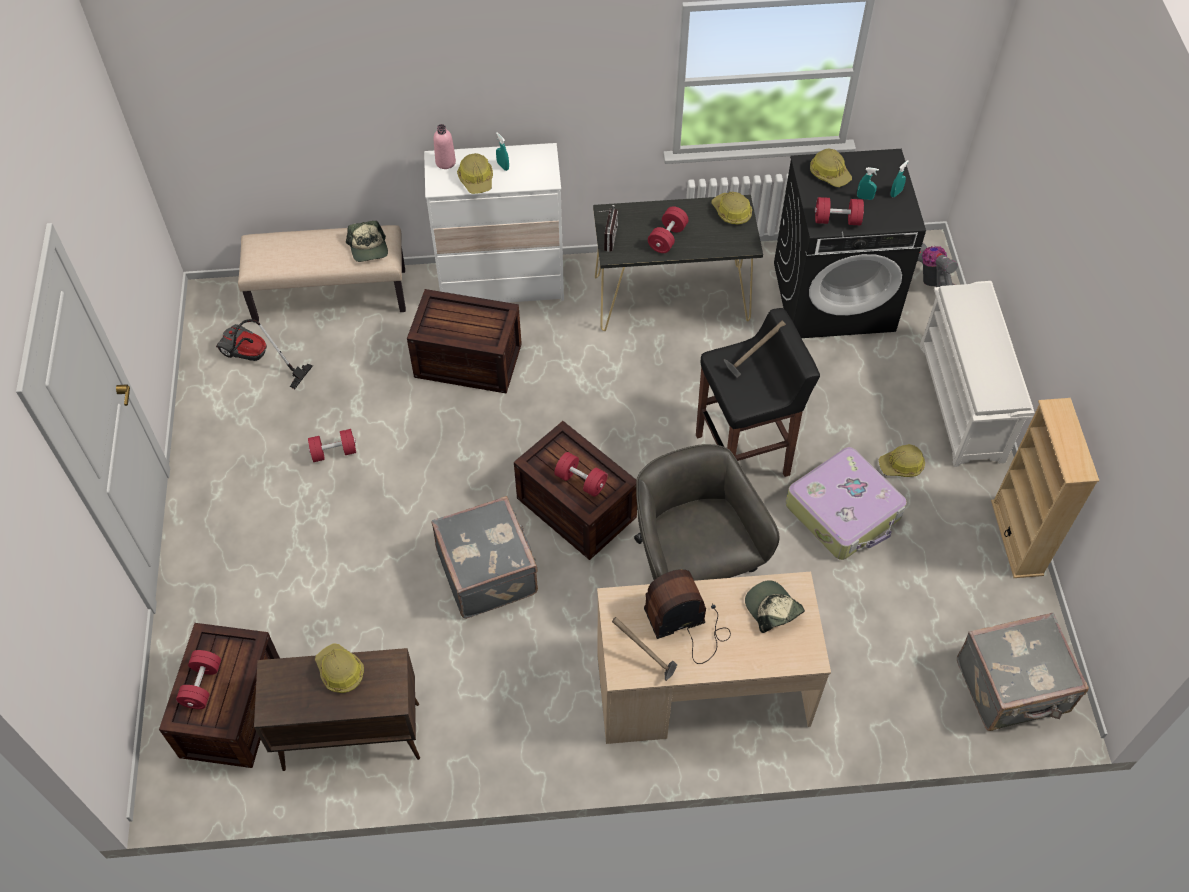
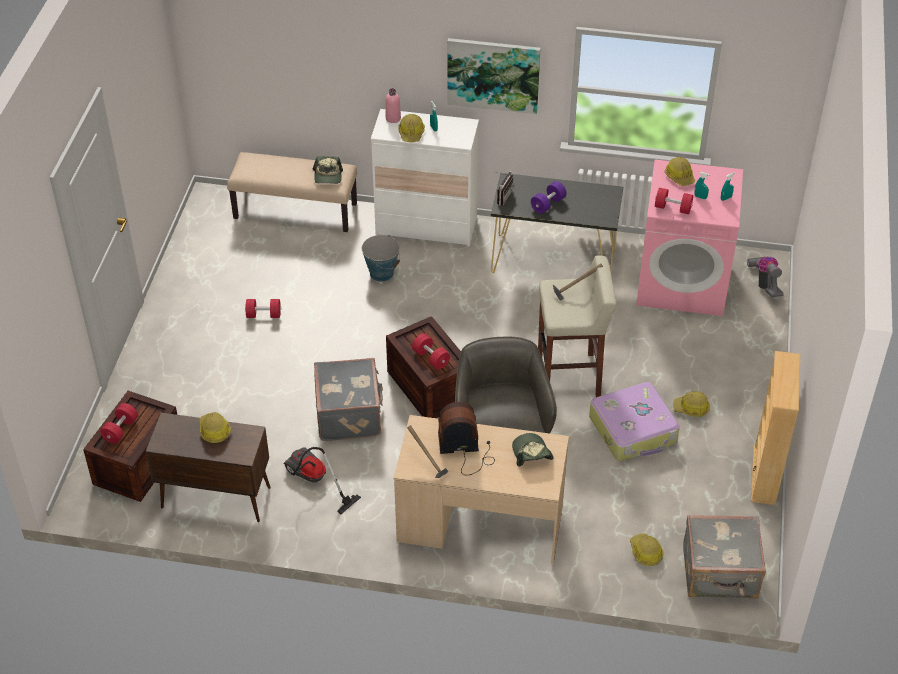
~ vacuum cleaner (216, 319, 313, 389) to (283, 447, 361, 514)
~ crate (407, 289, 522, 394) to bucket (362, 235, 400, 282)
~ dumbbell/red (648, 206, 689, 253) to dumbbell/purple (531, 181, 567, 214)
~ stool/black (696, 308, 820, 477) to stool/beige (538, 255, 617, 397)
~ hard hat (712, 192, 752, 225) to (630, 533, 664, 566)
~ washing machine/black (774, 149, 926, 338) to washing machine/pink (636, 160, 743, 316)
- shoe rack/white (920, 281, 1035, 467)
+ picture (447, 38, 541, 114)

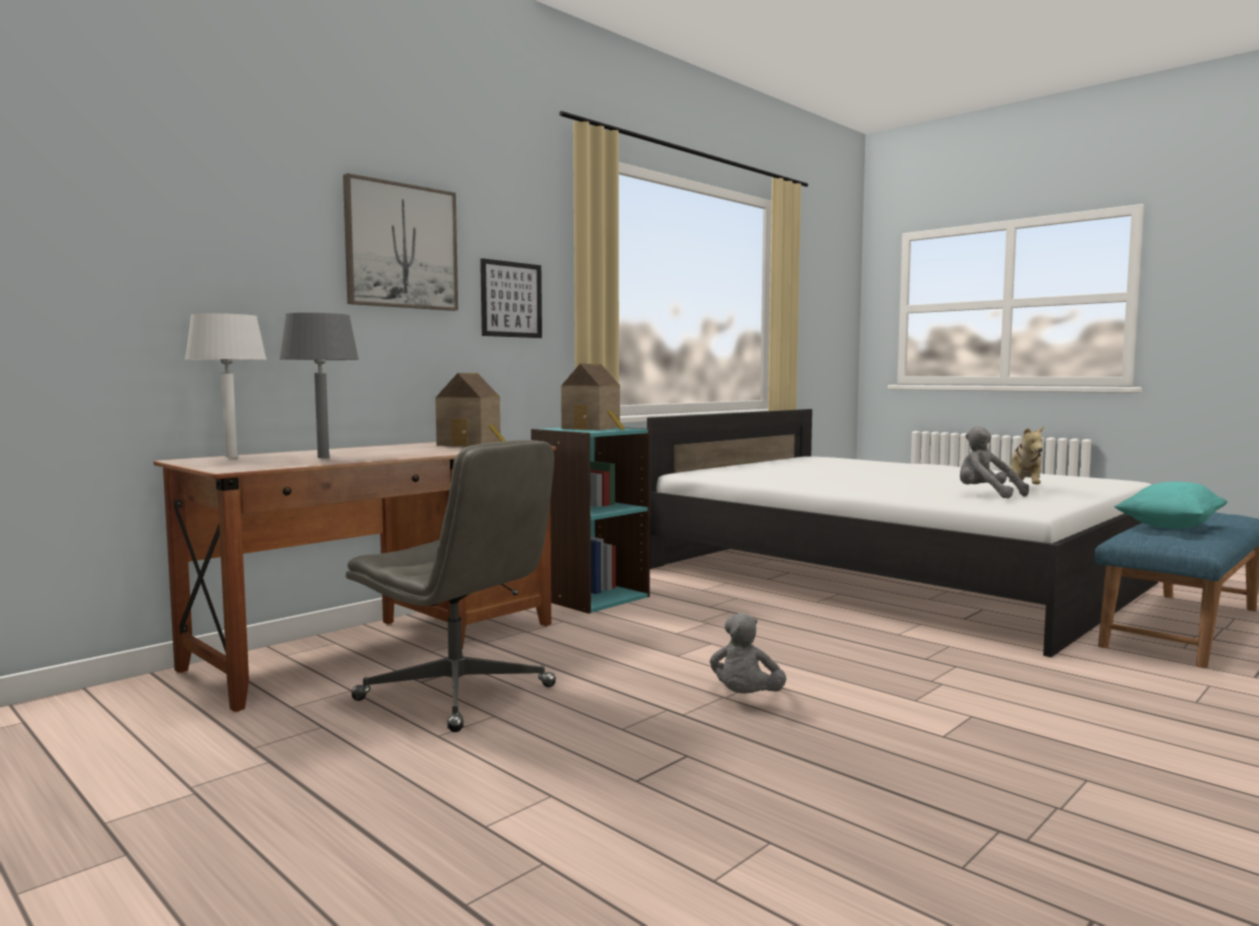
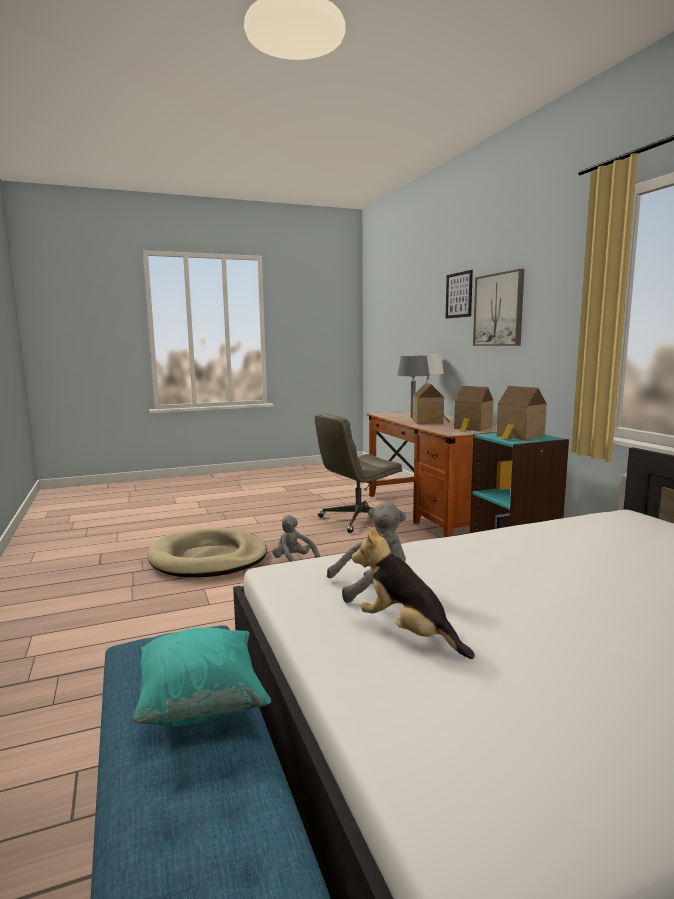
~ picture (480, 258, 542, 338) to (446, 270, 473, 319)
+ dog bed/beige (147, 528, 267, 577)
+ toy house (413, 383, 450, 424)

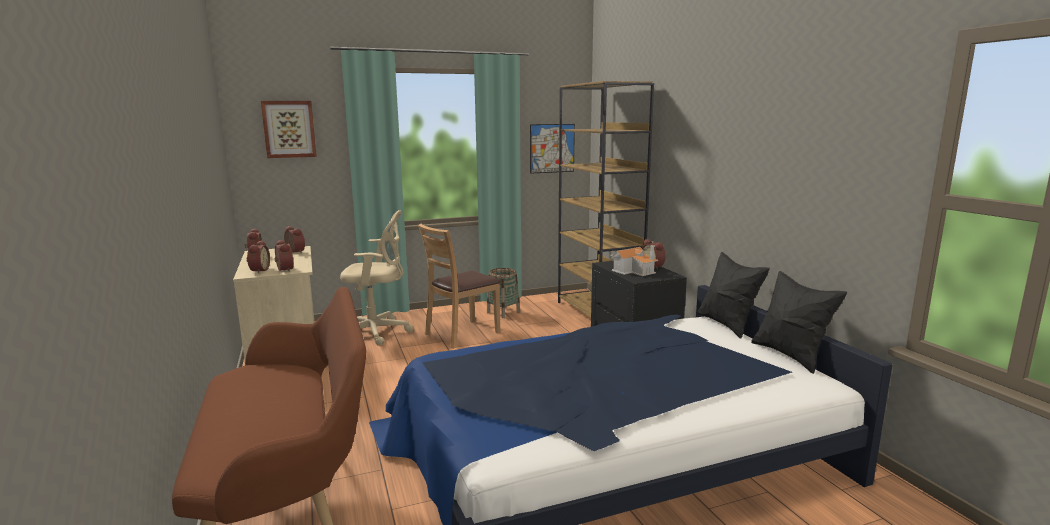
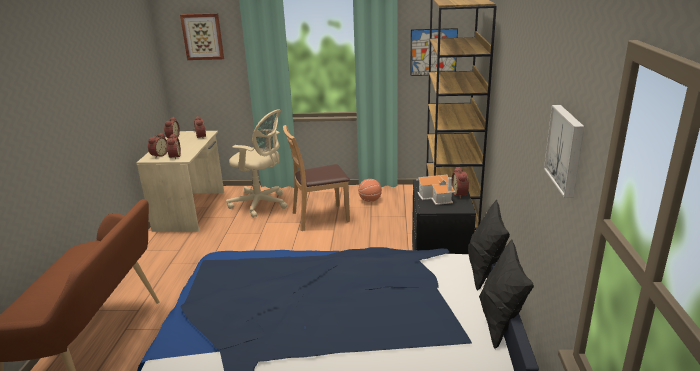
~ basket (487, 268, 520, 318) to basketball (358, 179, 382, 202)
+ picture (544, 105, 584, 198)

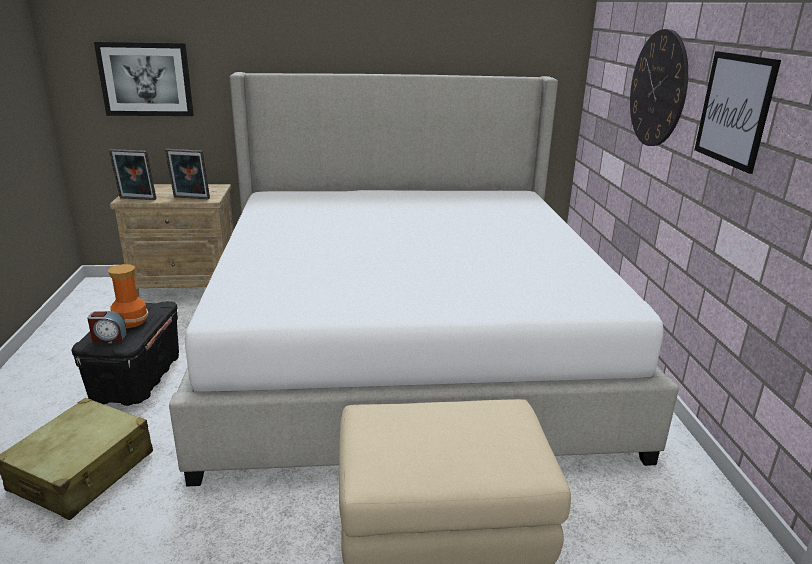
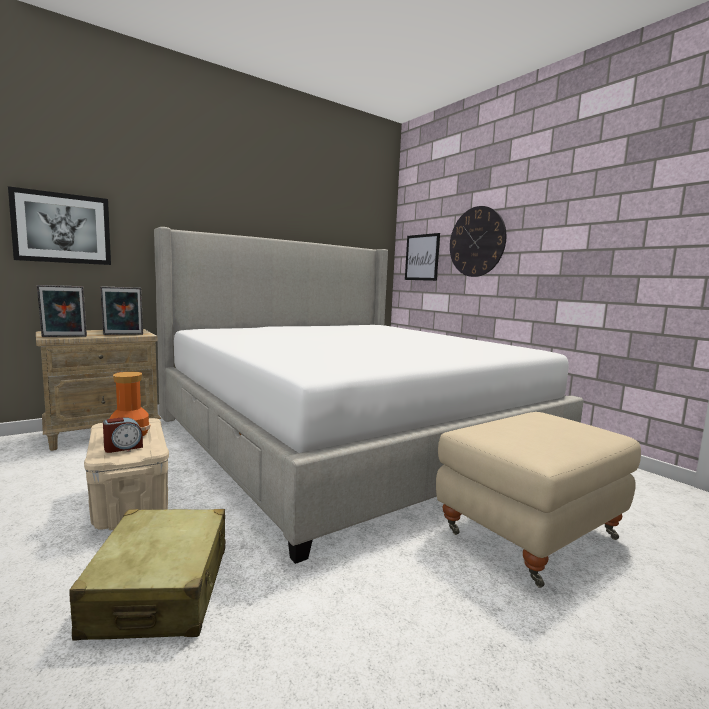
~ storage box/black (71, 301, 179, 406) to storage box/beige (84, 418, 169, 530)
~ picture (694, 51, 781, 174) to (405, 233, 440, 281)

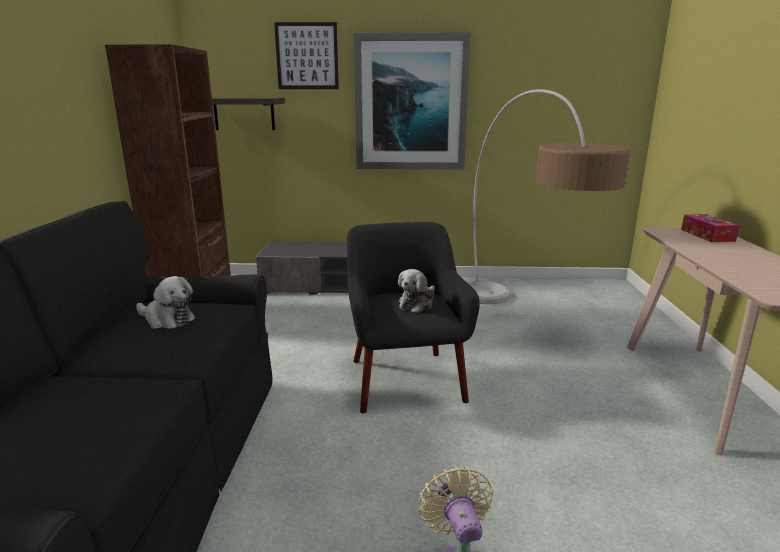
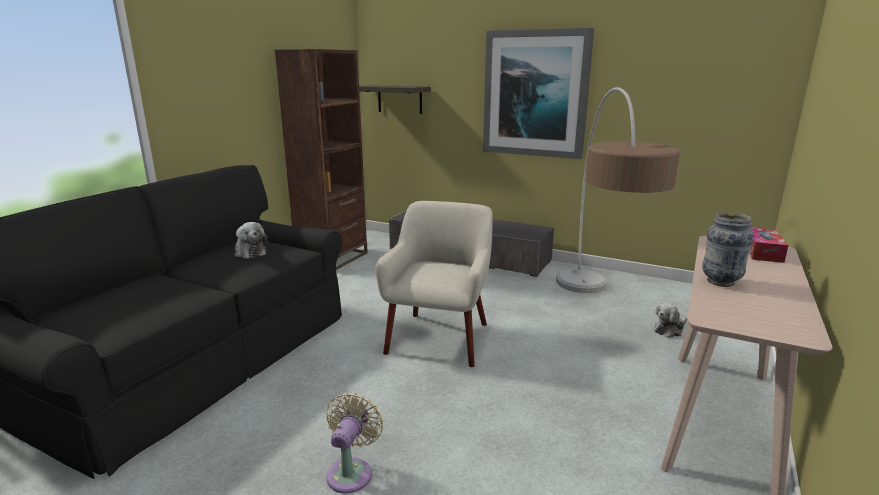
- picture (274, 22, 339, 89)
~ armchair/black (347, 222, 480, 414) to armchair/beige (376, 201, 493, 367)
~ plush toy (398, 269, 435, 313) to (654, 303, 687, 338)
+ vase (702, 212, 754, 287)

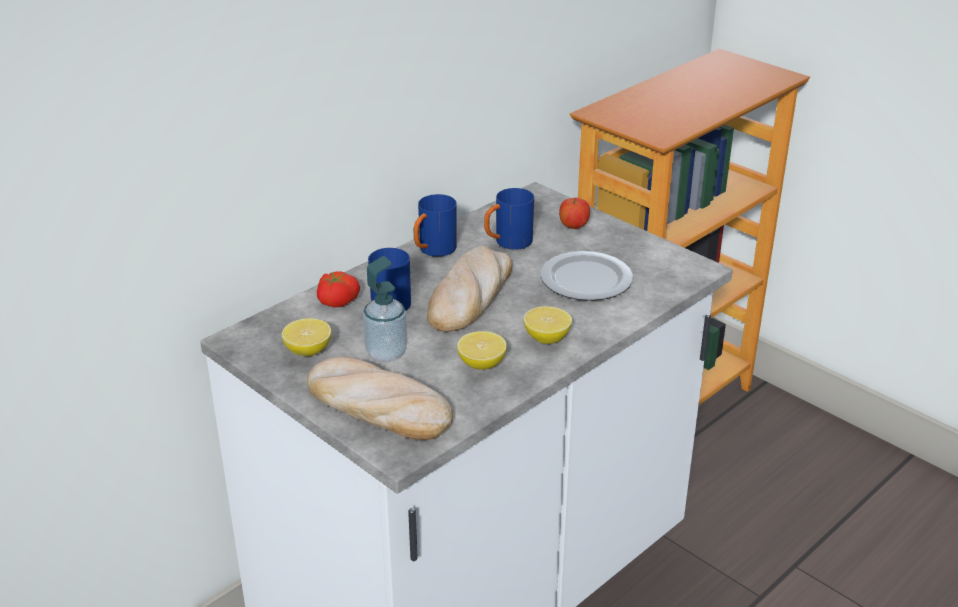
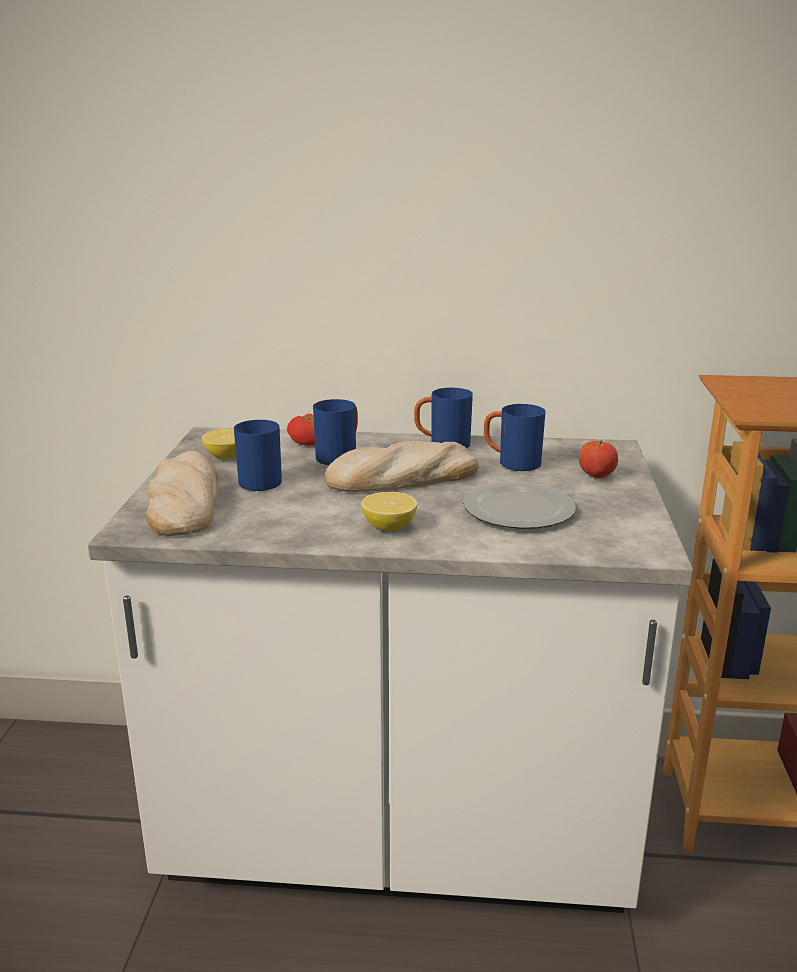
~ soap dispenser (363, 256, 407, 362) to mug/blue (234, 420, 282, 491)
- lemon (457, 331, 507, 370)

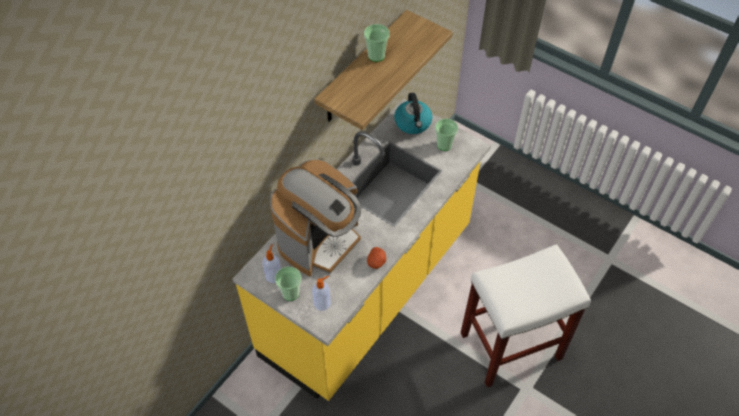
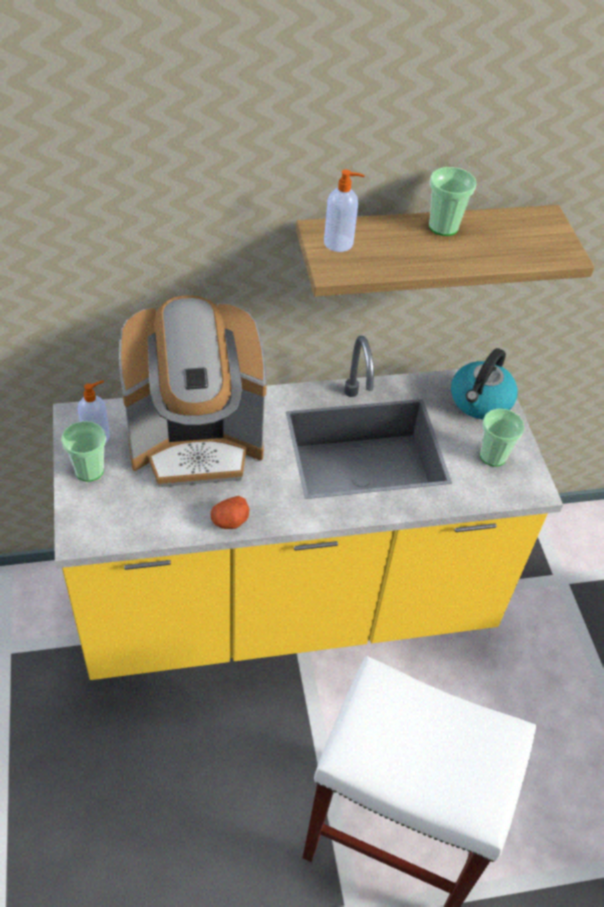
~ soap dispenser (312, 276, 331, 311) to (324, 169, 365, 252)

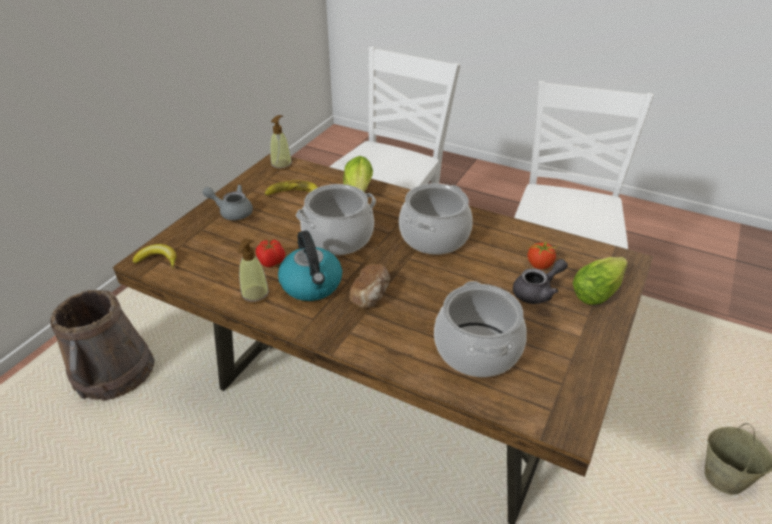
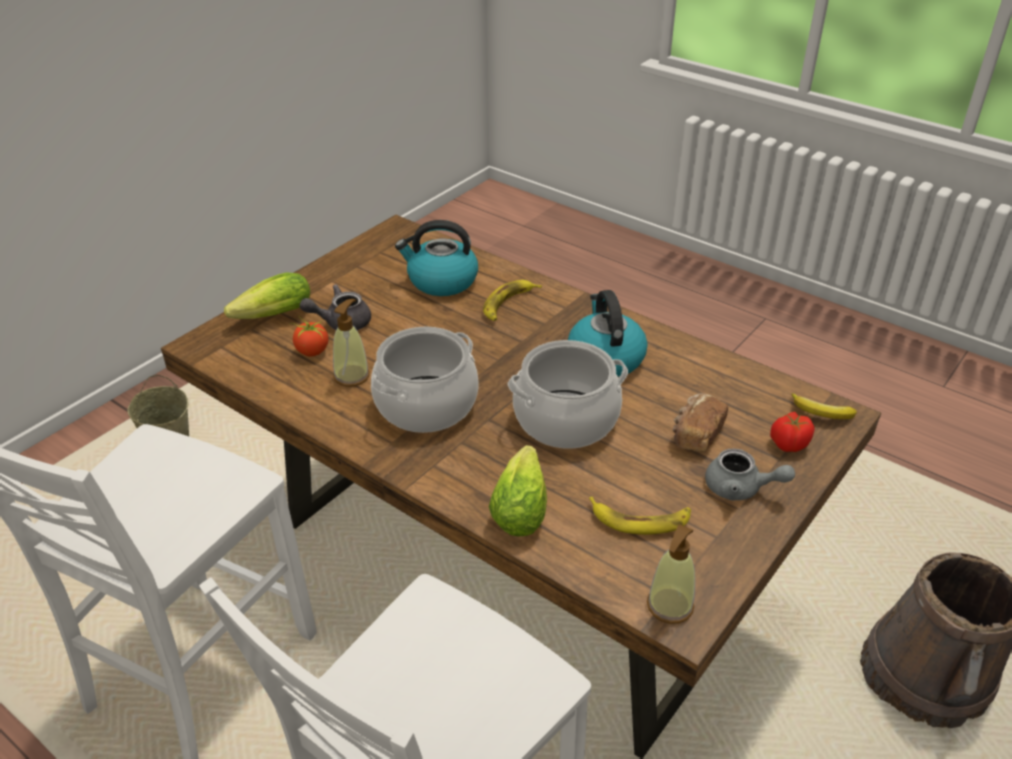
~ soap dispenser (237, 239, 270, 304) to (333, 299, 370, 387)
~ tomato (256, 239, 285, 267) to (770, 412, 815, 452)
~ bread (349, 264, 390, 308) to (673, 393, 728, 452)
~ cooking pot (434, 281, 527, 377) to kettle (395, 220, 478, 296)
+ banana (483, 280, 542, 321)

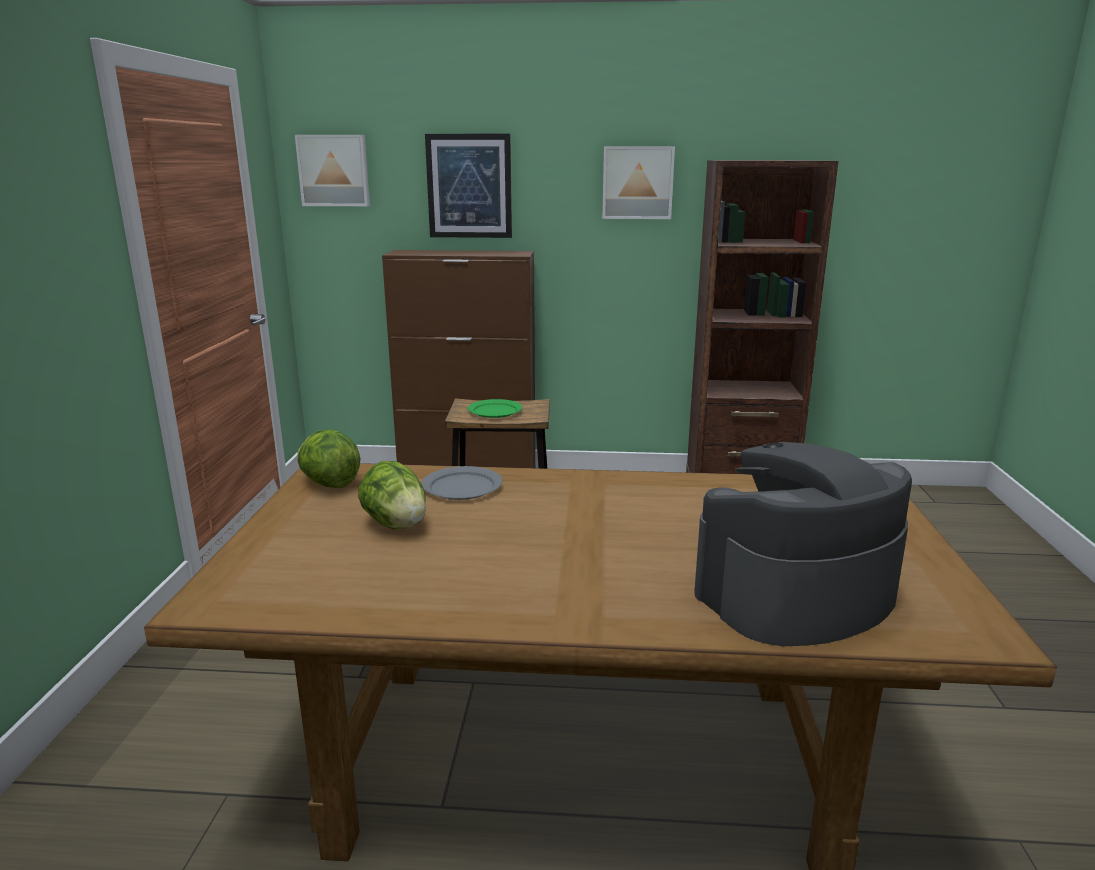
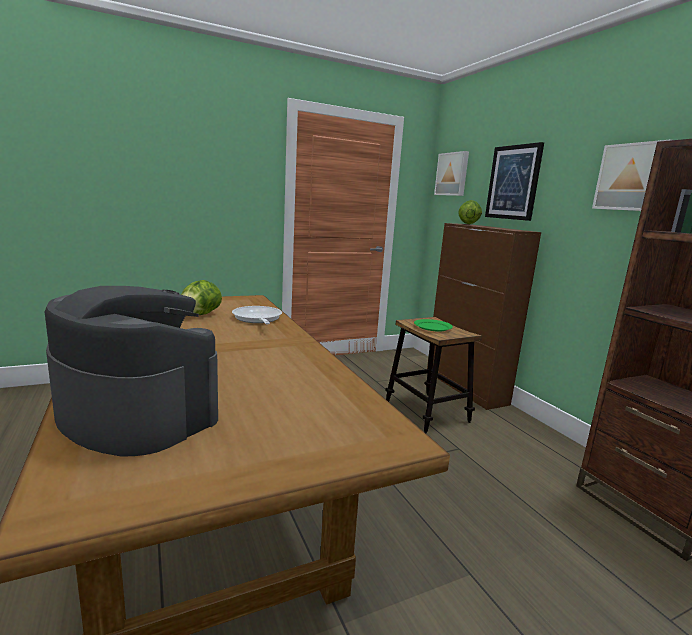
~ lettuce (297, 430, 360, 488) to (458, 200, 482, 224)
~ plate/grey (422, 466, 502, 500) to frying pan (232, 306, 282, 324)

